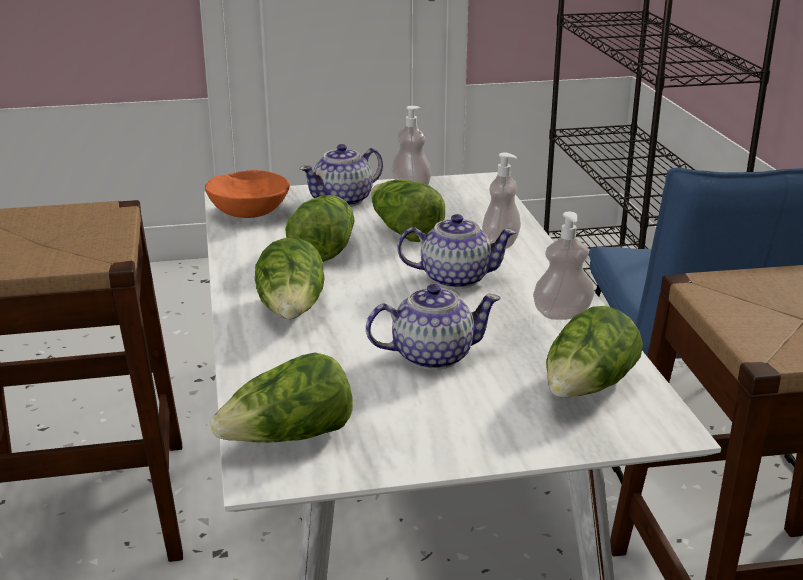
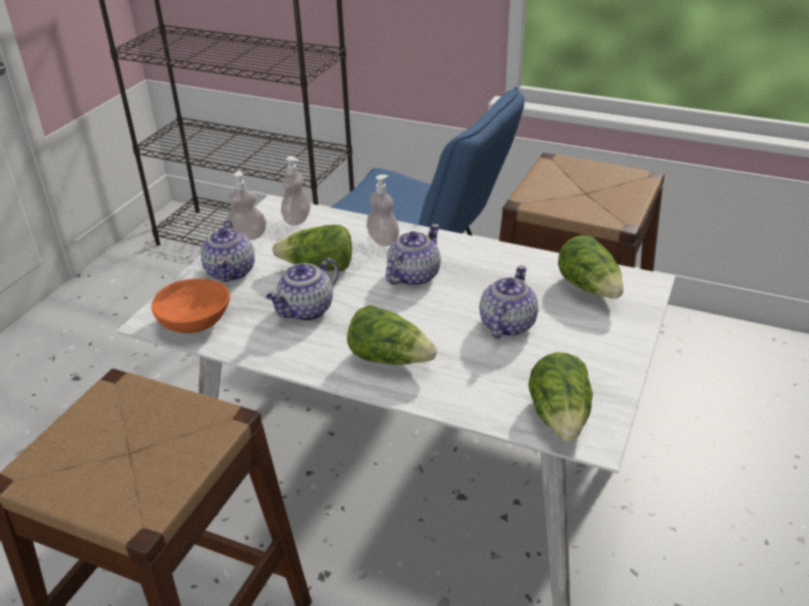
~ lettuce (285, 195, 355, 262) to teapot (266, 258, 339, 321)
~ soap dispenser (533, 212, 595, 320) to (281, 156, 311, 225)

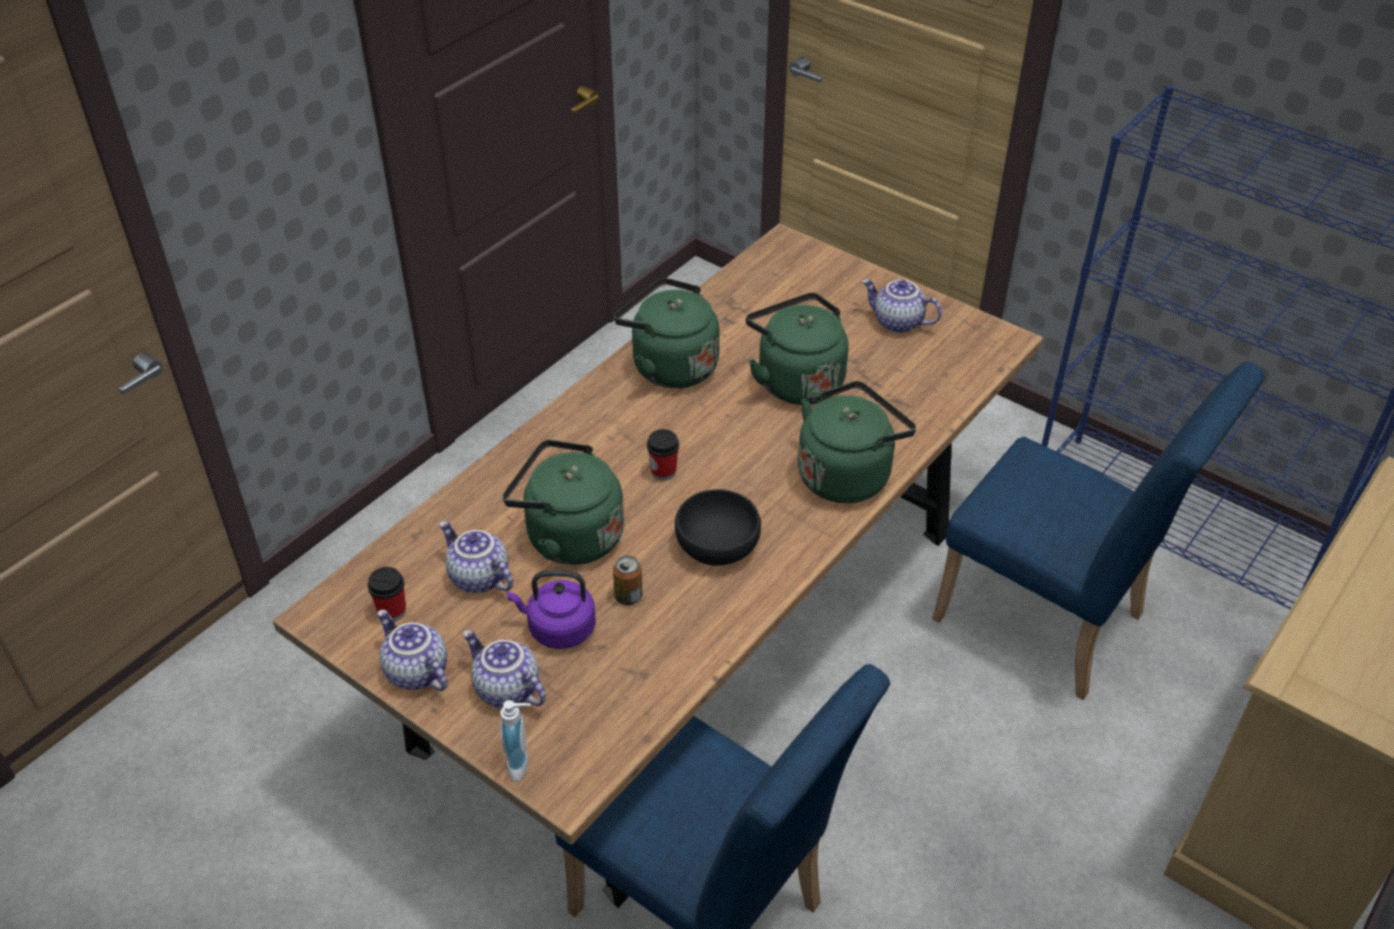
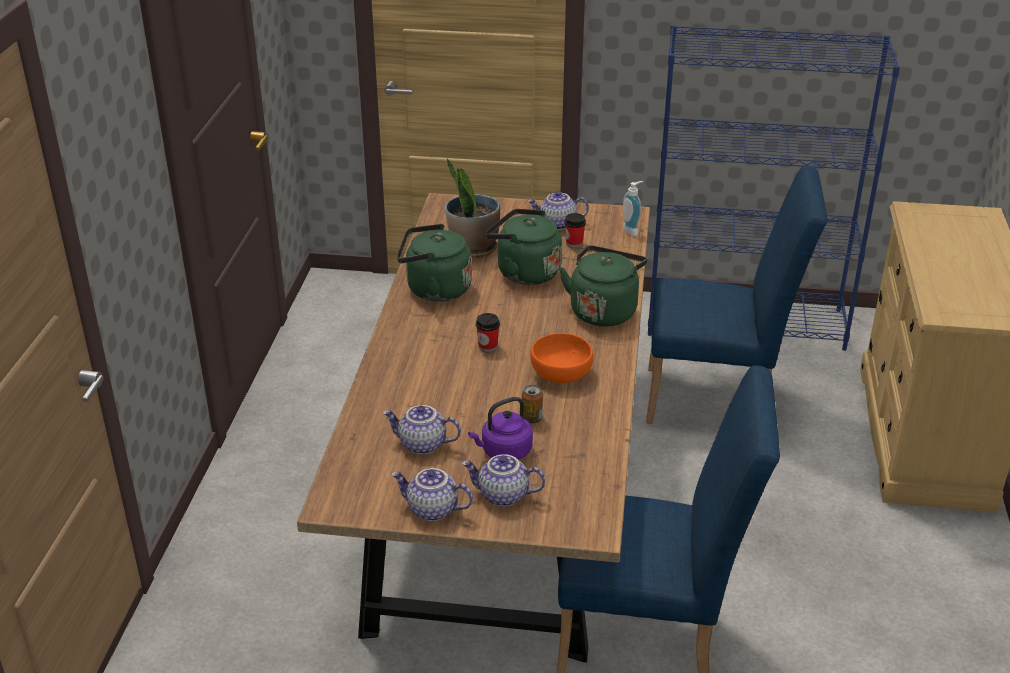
~ cup (368, 567, 406, 622) to (564, 213, 586, 248)
~ soap dispenser (500, 700, 531, 781) to (623, 181, 643, 236)
- kettle/green (503, 439, 624, 565)
~ bowl/black (675, 489, 761, 566) to bowl/orange (530, 333, 593, 383)
+ potted plant (445, 158, 500, 258)

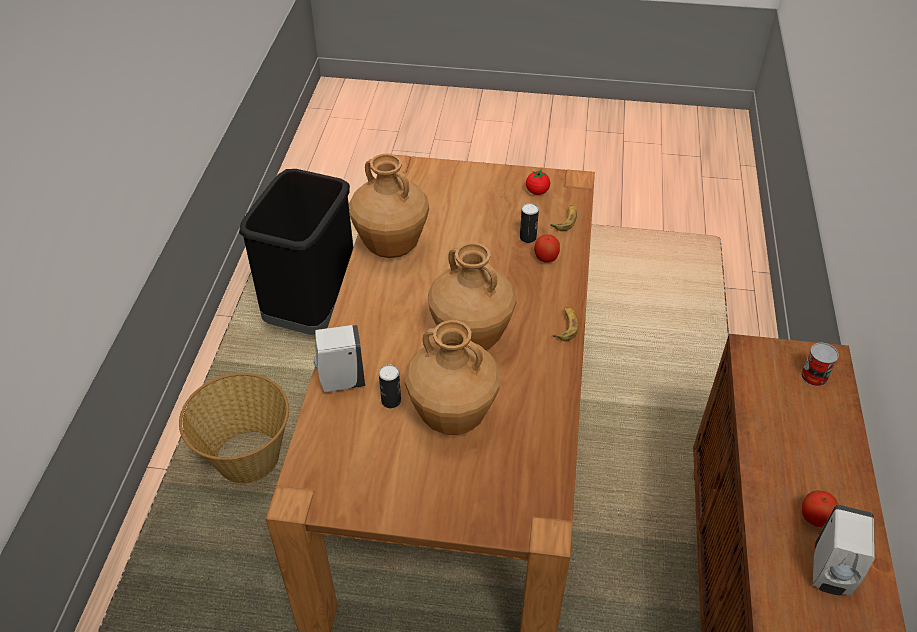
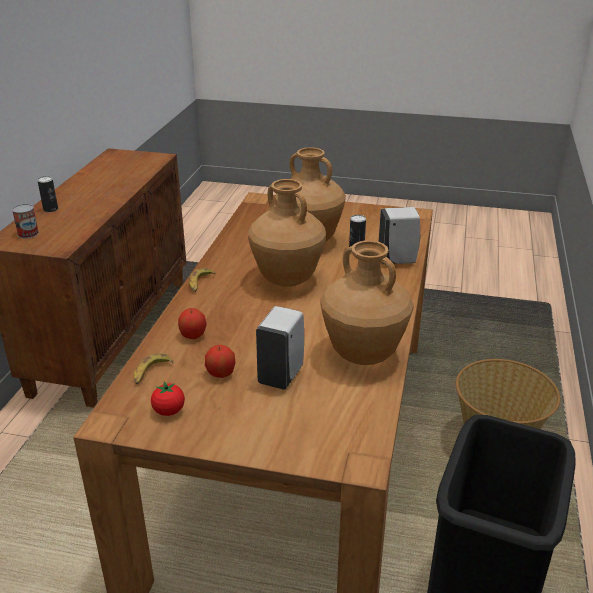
~ can (520, 203, 539, 243) to (37, 176, 58, 212)
~ apple (802, 491, 839, 527) to (205, 345, 235, 378)
~ soap dispenser/white (813, 505, 874, 596) to (256, 306, 304, 390)

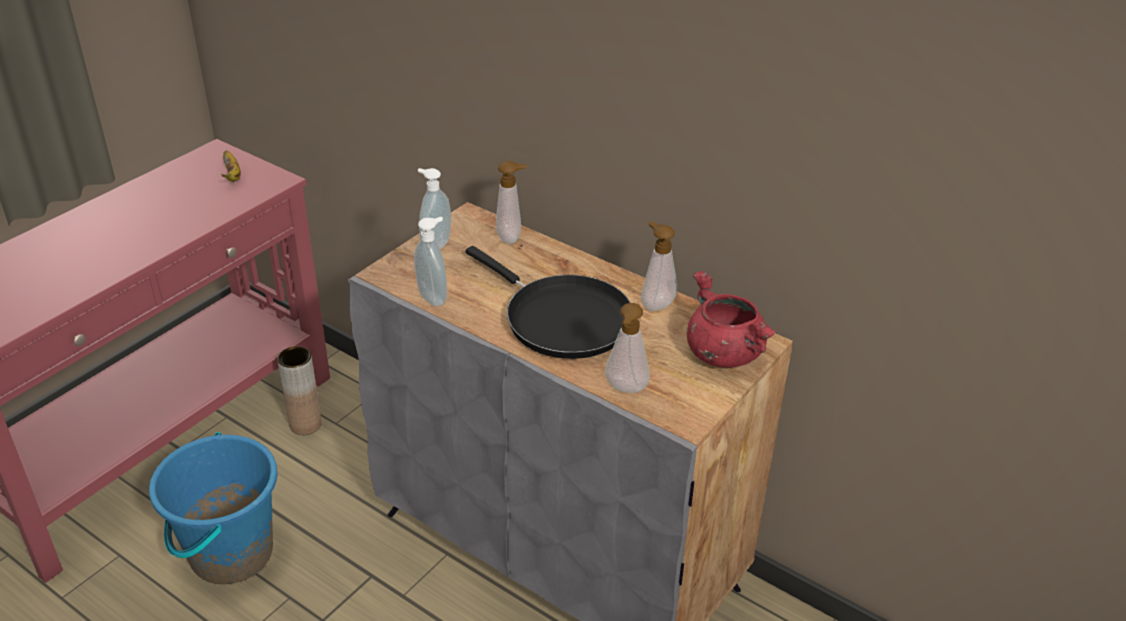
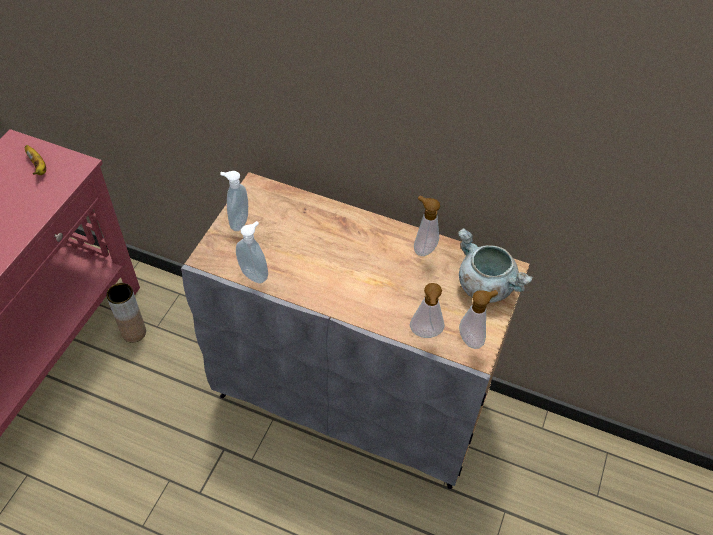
- bucket/blue (149, 432, 278, 584)
- frying pan/black (465, 246, 631, 359)
~ soap dispenser (496, 161, 527, 244) to (459, 290, 498, 349)
~ cooking pot/red (687, 271, 776, 368) to cooking pot/grey (458, 228, 533, 303)

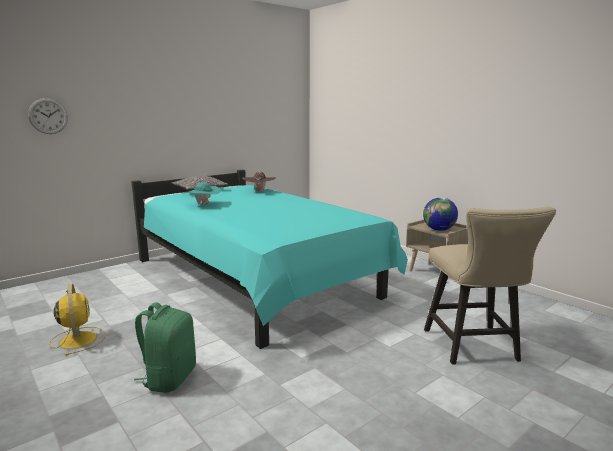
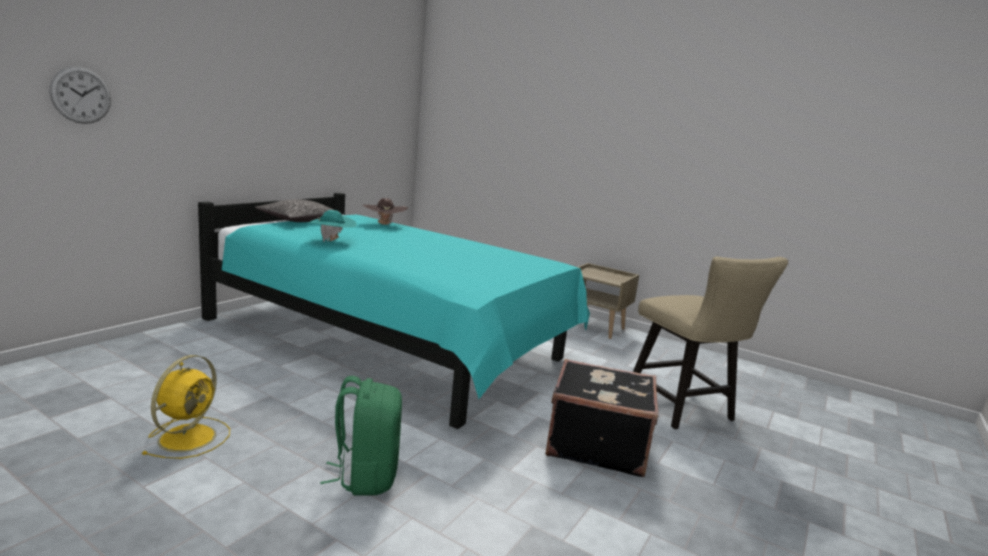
~ fan/yellow (49, 284, 105, 356) = (142, 355, 230, 459) 60 degrees clockwise
- globe (423, 197, 458, 231)
+ suitcase/black (545, 359, 659, 477)

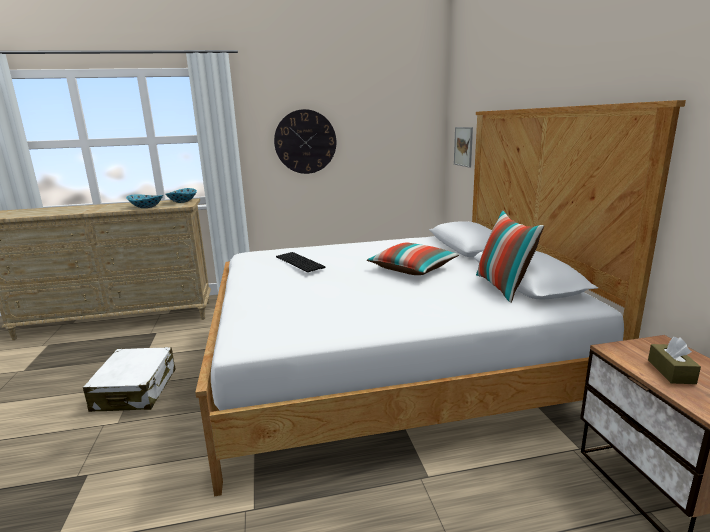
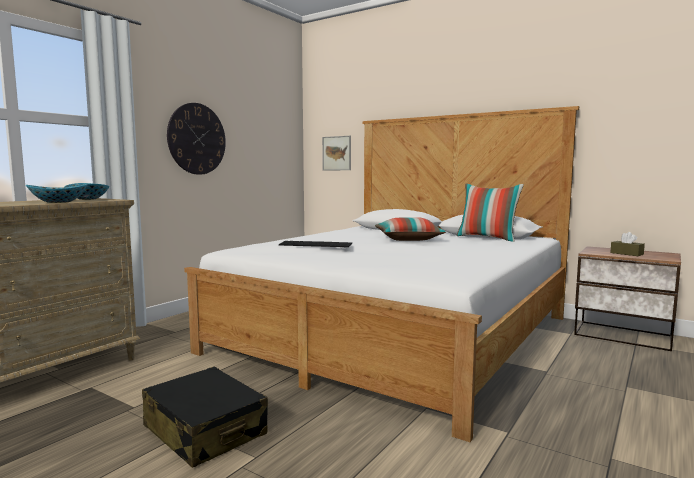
~ suitcase/white (83, 347, 175, 412) to suitcase/black (142, 366, 268, 468)

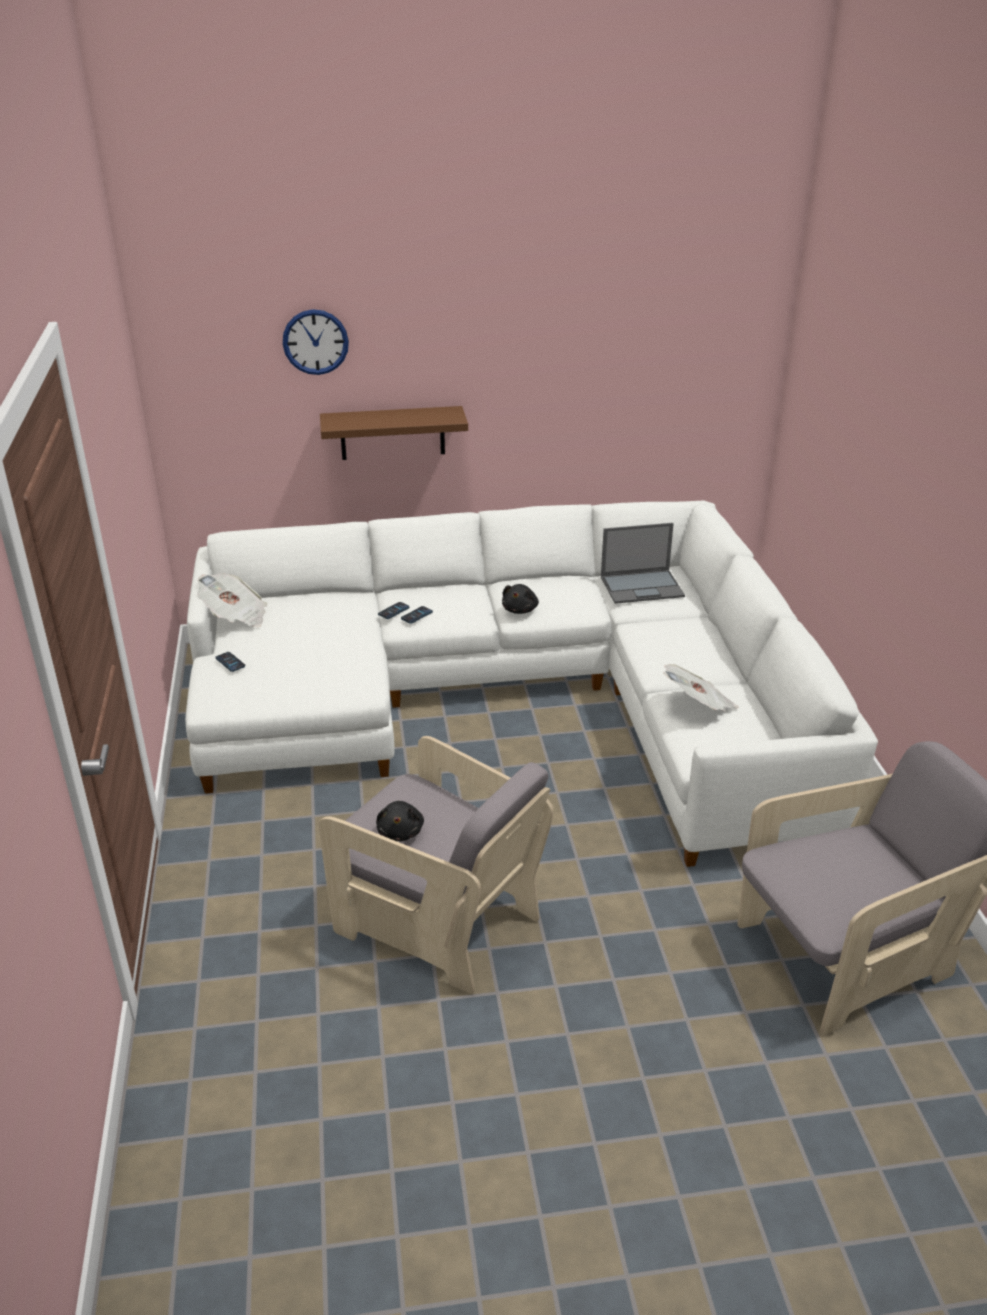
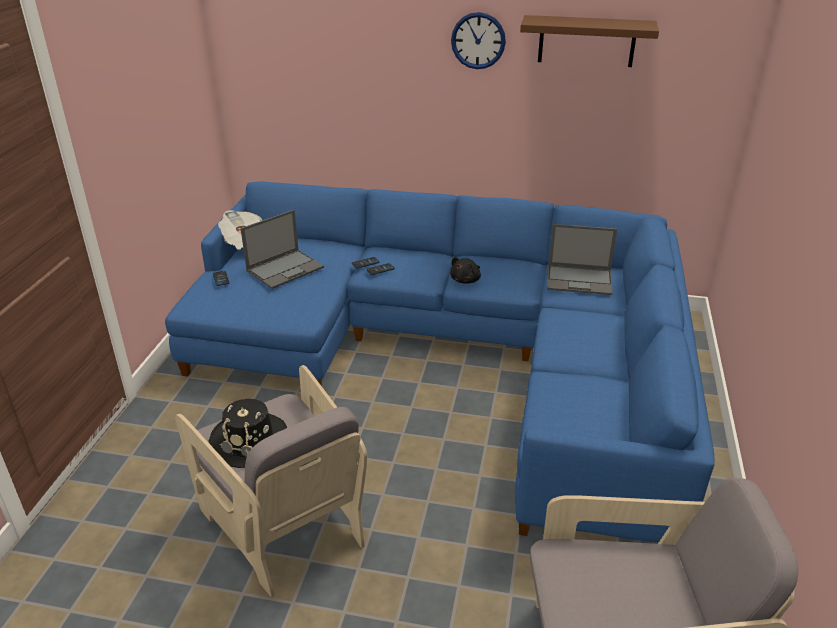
~ sofa/white (185, 501, 878, 867) to sofa/blue (165, 182, 715, 542)
~ wall clock (283, 309, 349, 375) to (451, 12, 506, 69)
~ shelf/brown (320, 406, 468, 460) to (520, 15, 659, 67)
~ plush toy/black (376, 801, 424, 841) to hat/black (209, 399, 287, 468)
- newspaper (663, 664, 739, 711)
+ laptop (241, 210, 324, 289)

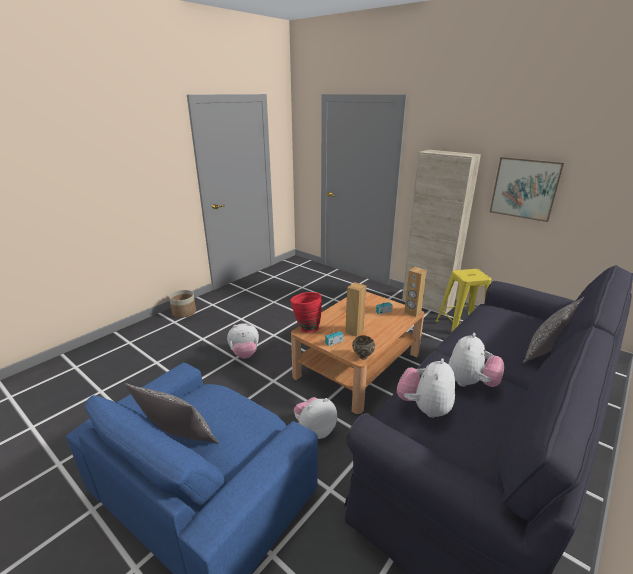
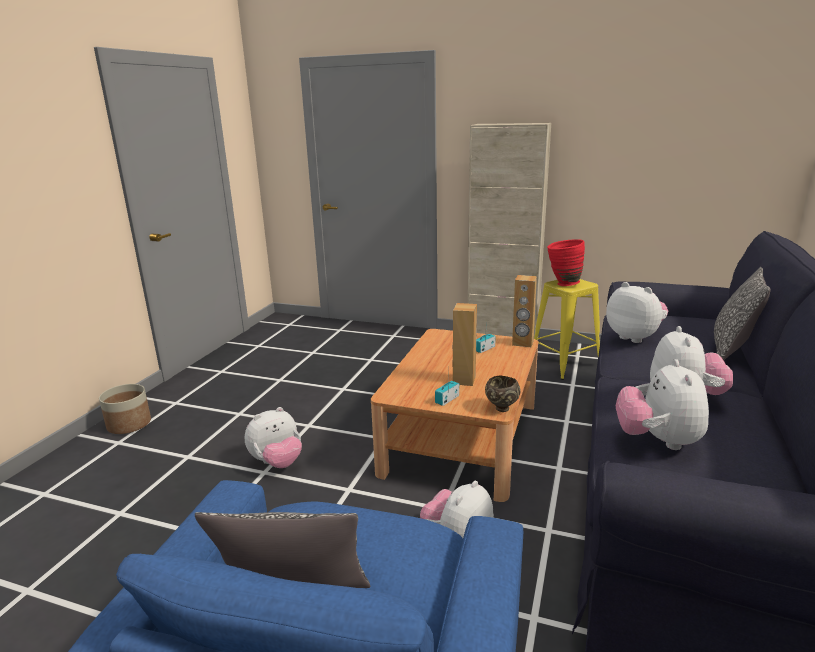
~ vase/red (290, 292, 322, 333) to (547, 240, 585, 286)
- picture (490, 157, 565, 222)
+ plush toy (606, 282, 668, 343)

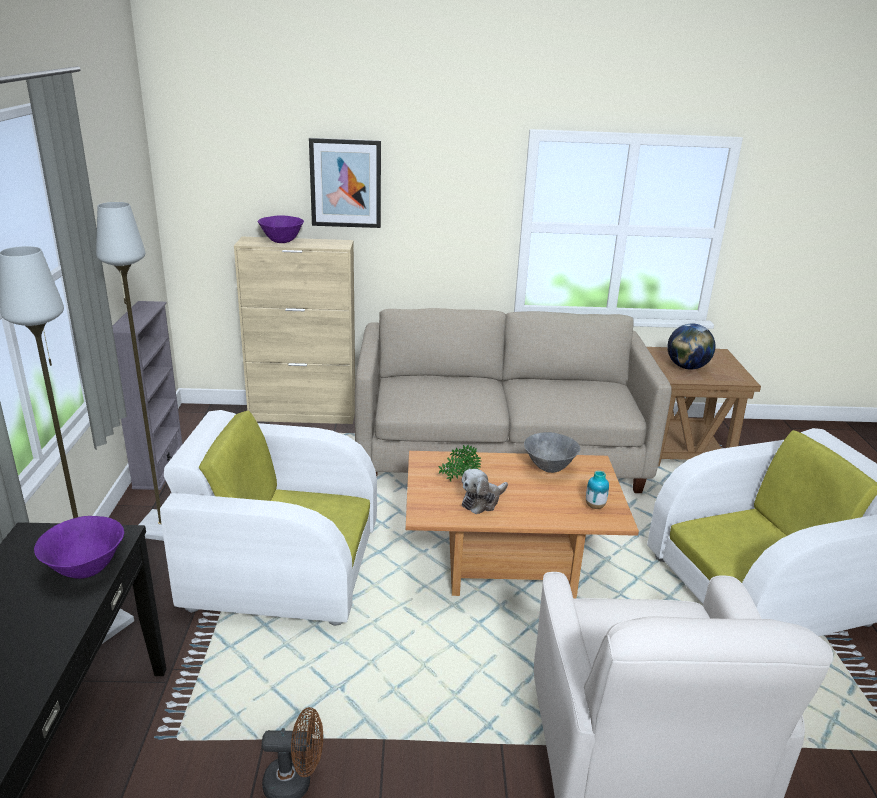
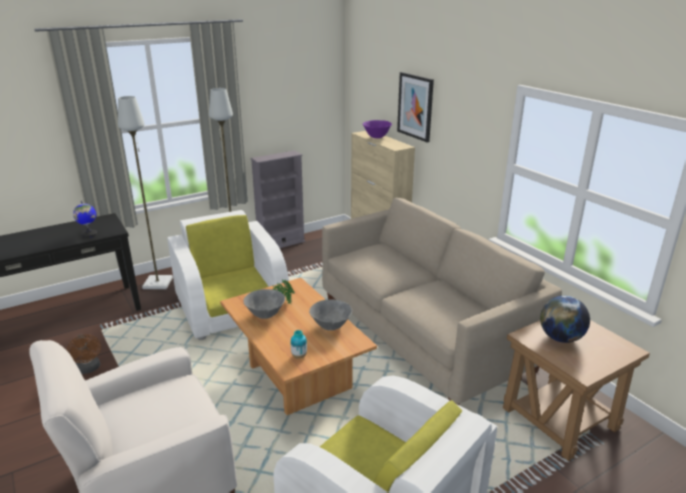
~ bowl/purple (34, 516, 124, 579) to globe (73, 201, 98, 238)
~ plush toy (462, 469, 508, 514) to bowl/grey (243, 289, 285, 319)

